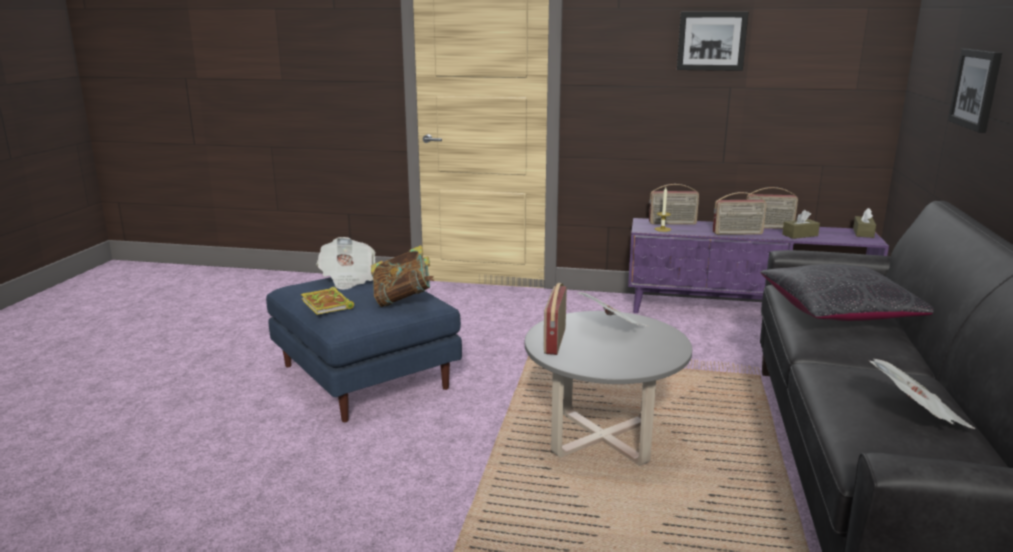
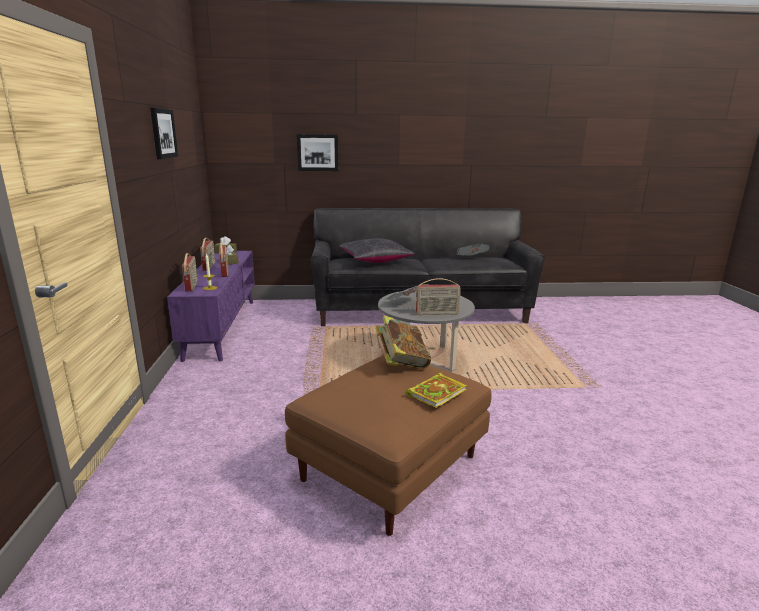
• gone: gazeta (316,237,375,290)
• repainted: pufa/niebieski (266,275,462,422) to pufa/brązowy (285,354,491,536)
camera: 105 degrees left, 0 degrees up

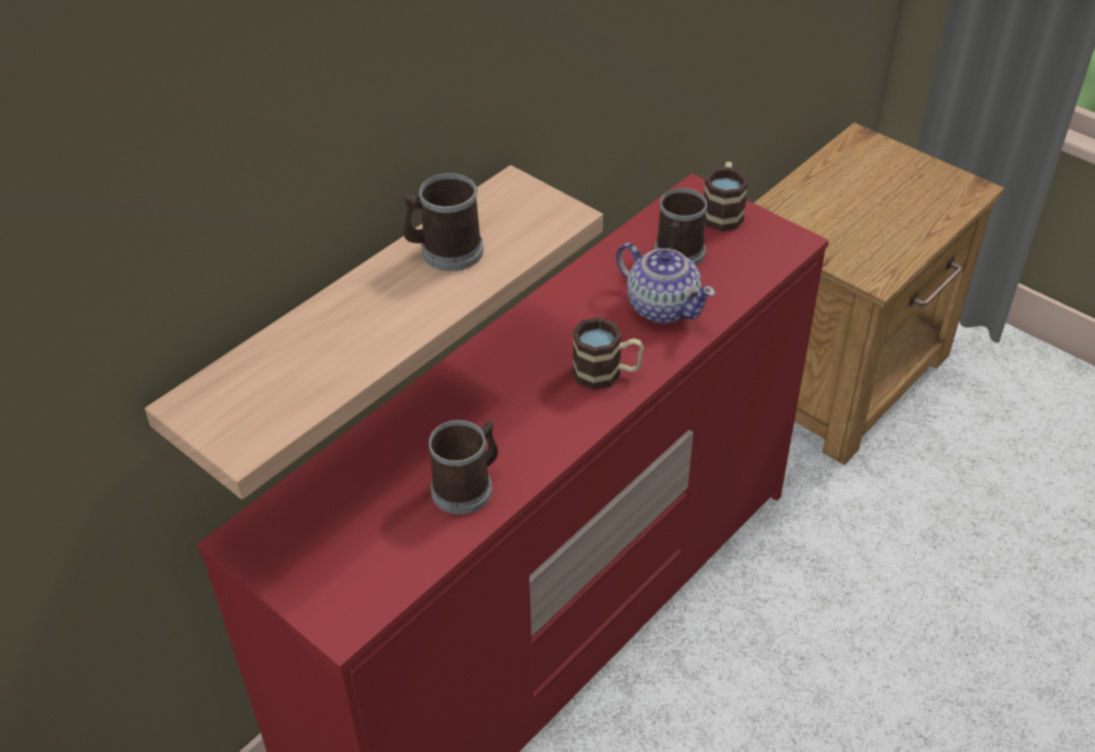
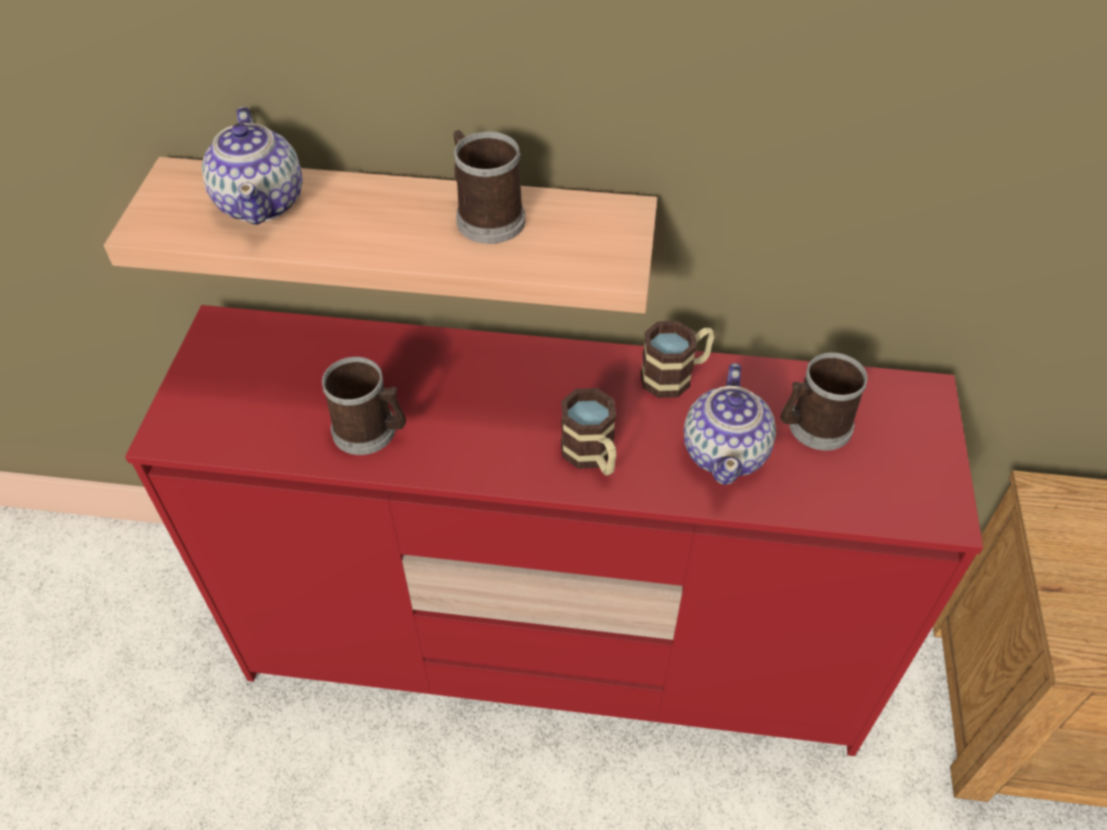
• new: imbryk (202,107,303,225)
• shifted: kubek (704,161,748,232) to (640,321,715,398)
camera: 55 degrees right, 5 degrees up

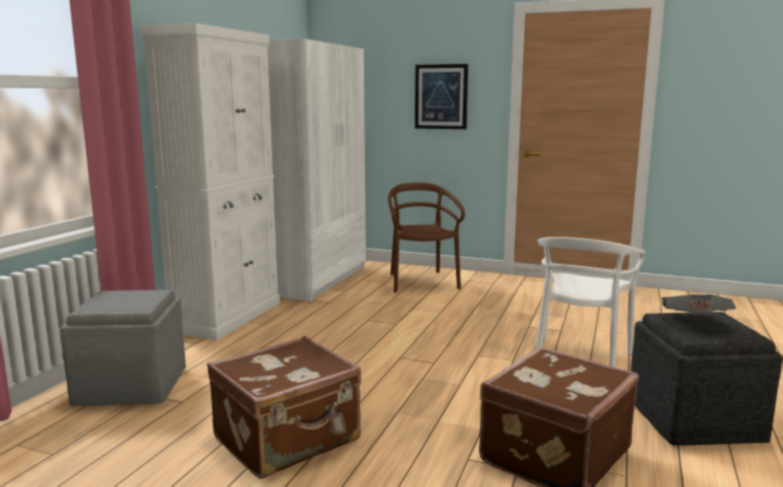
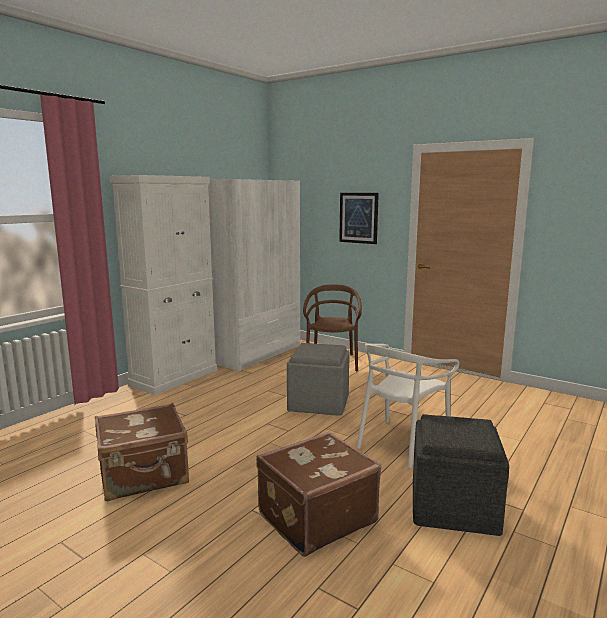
• gone: gazeta (661,295,736,313)
• shifted: pufa/szary (60,290,186,406) to (287,343,350,416)
camera: 15 degrees right, 0 degrees up

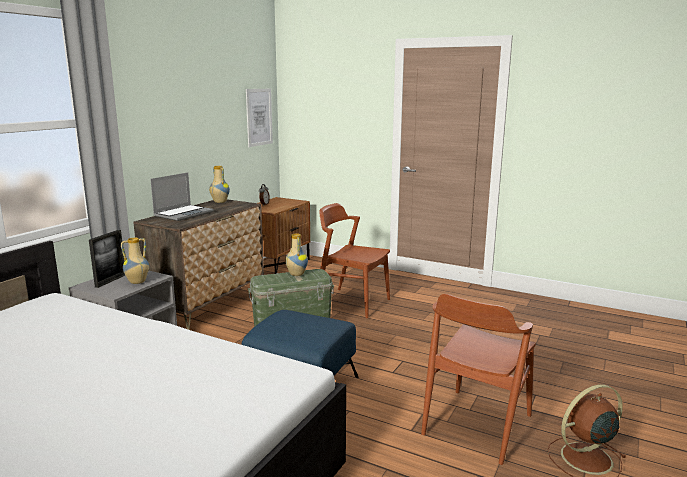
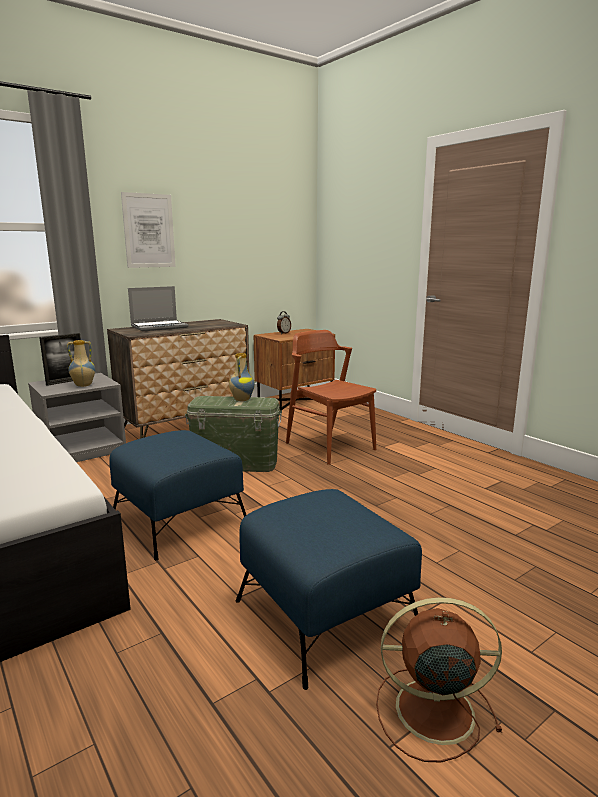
• gone: wazon (209,166,230,203)
• shifted: obraz (246,89,273,147) to (121,192,176,268)
• swapped: krzesło/brązowy (421,294,536,465) to pufa/niebieski (236,489,422,690)
camera: 25 degrees right, 0 degrees up

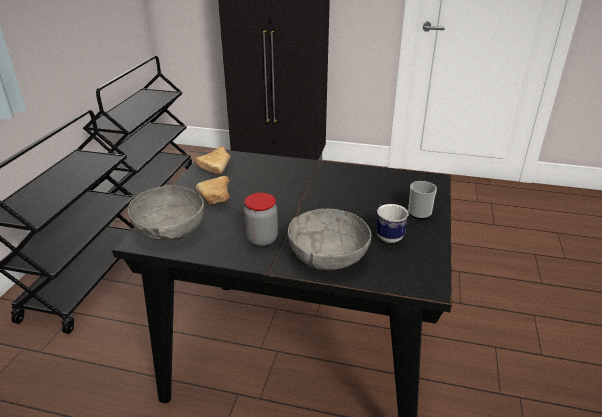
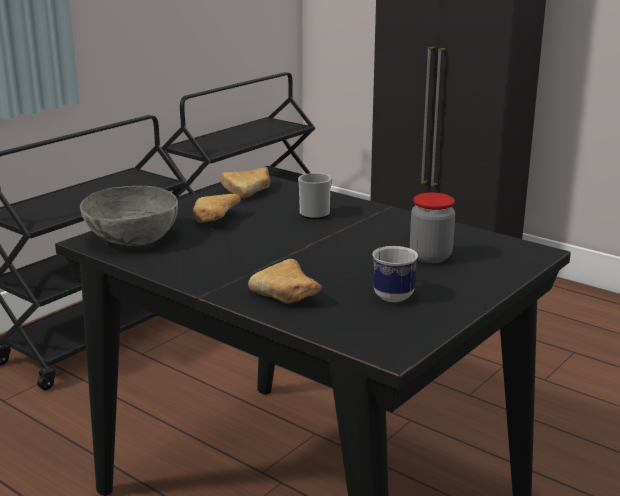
• shifted: słoik (244,193,278,246) to (410,193,455,263)
• shifted: kubek (408,181,437,219) to (298,173,332,219)
• swapped: miska/szary (288,209,371,270) to chleb (248,259,322,304)
camera: 25 degrees right, 10 degrees down

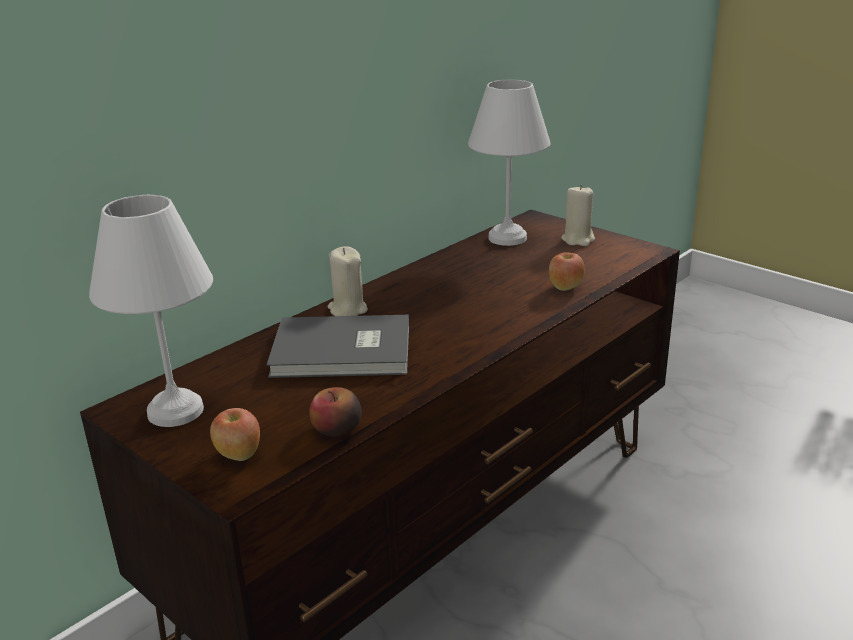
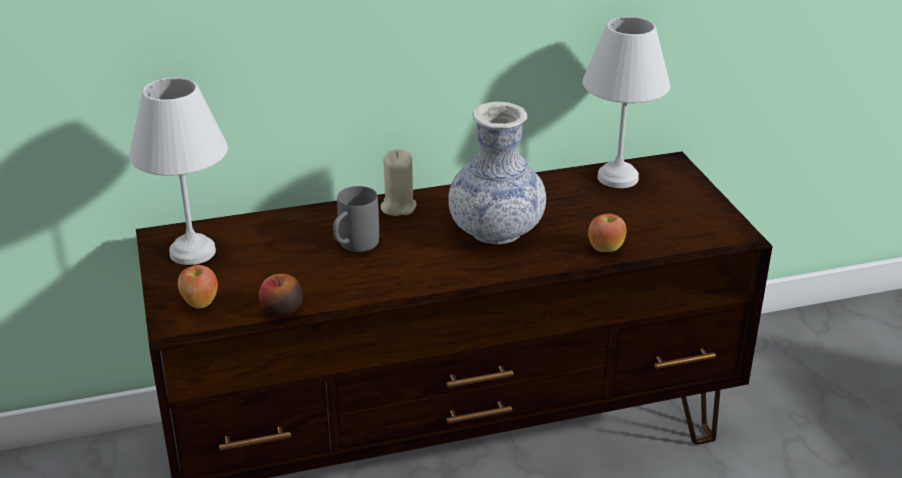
• gone: świeca/beżowy (561,185,595,246)
• new: wazon (448,102,546,244)
• swapped: książka/szary (267,315,409,378) to kubek/szary (333,186,379,252)
camera: 30 degrees right, 5 degrees up

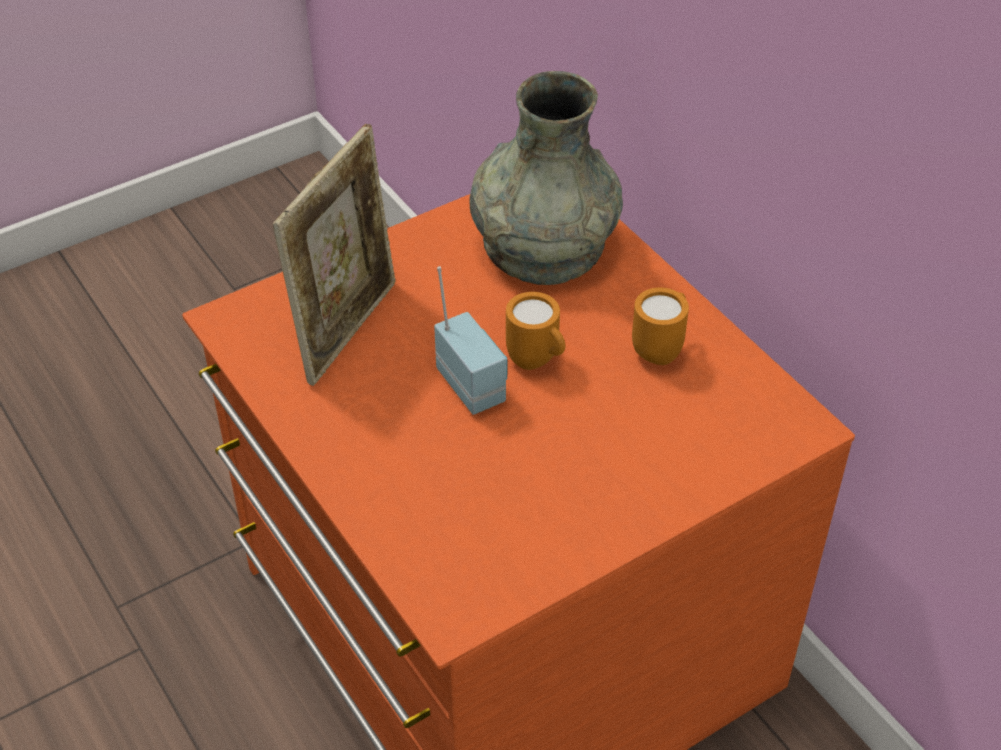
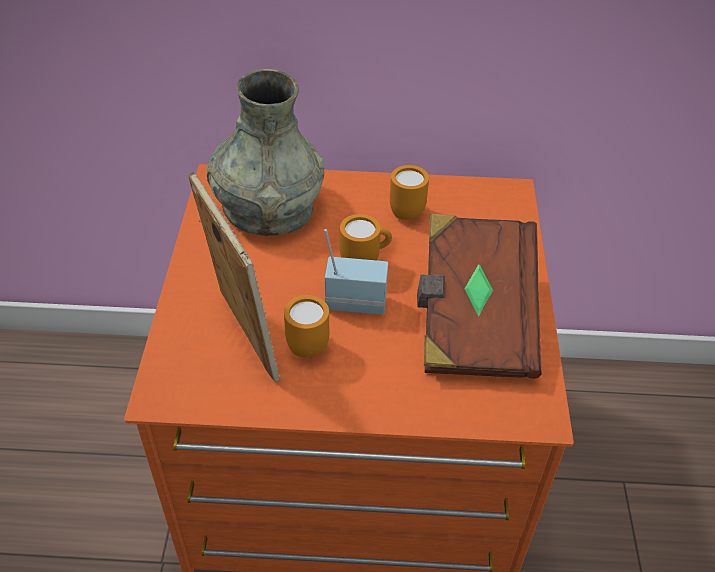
• new: kubek/pomarańczowy (284,295,329,357)
• new: książka/brązowy (417,214,542,379)
camera: 55 degrees left, 0 degrees up

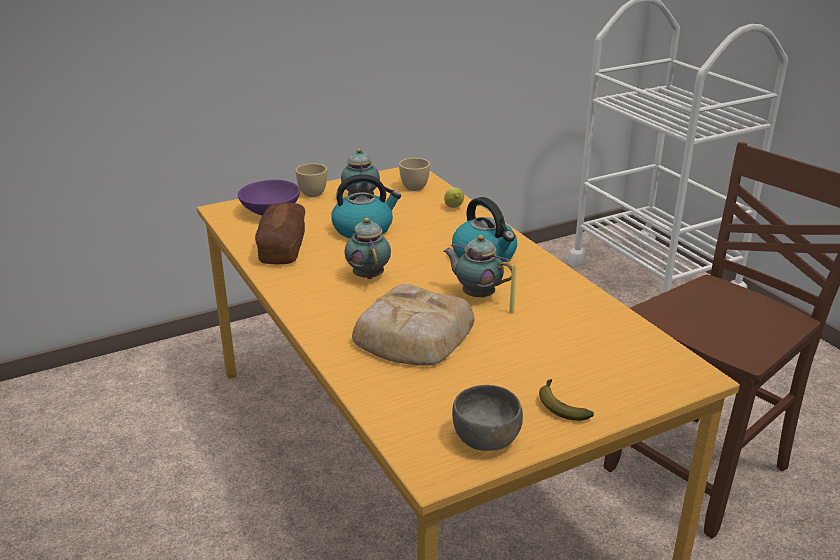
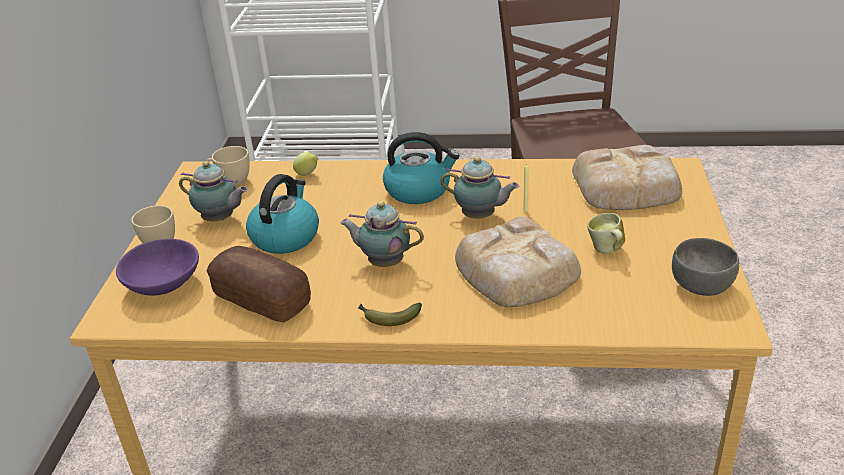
• new: chleb (572,145,682,210)
• new: kubek (587,213,625,254)
• shifted: banan (539,379,594,421) to (358,302,422,326)
• rotated: imbryk (443,235,512,298) = (441,156,519,219) 135 degrees counterclockwise
camera: 55 degrees left, 5 degrees up

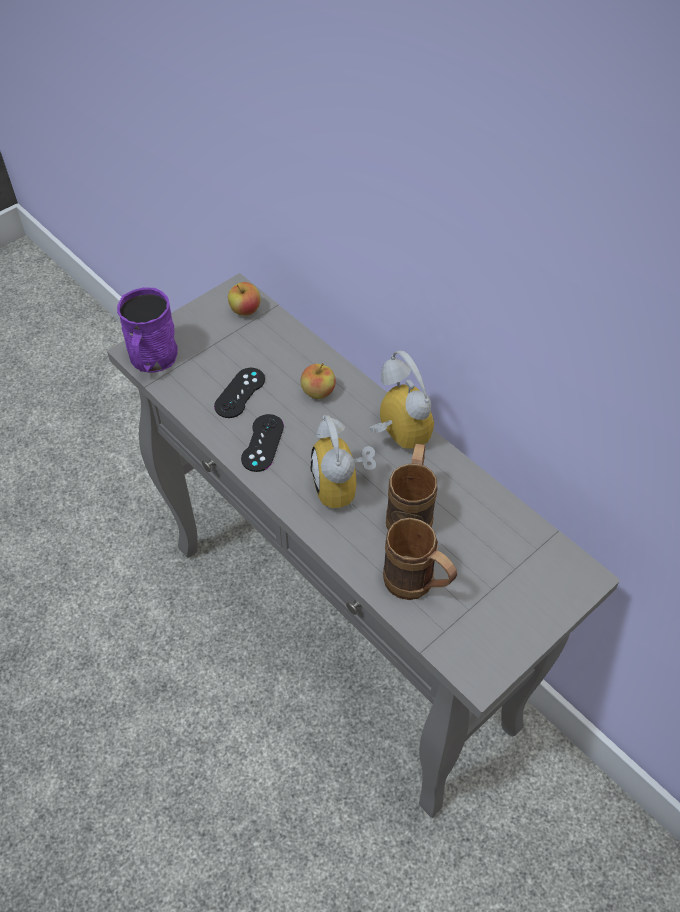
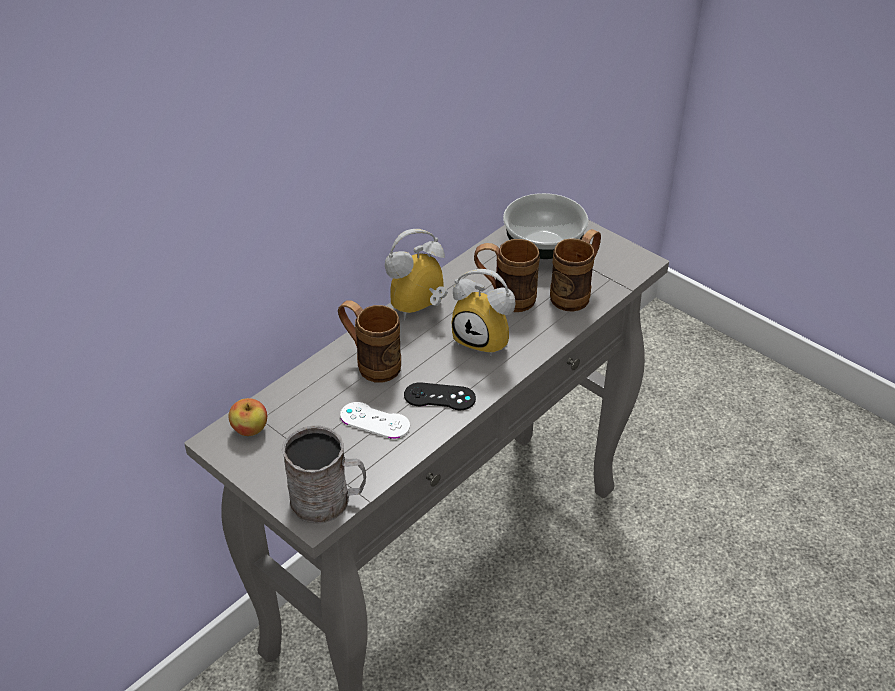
• new: miska (503,193,589,259)
• swapped: jabłko (301,363,336,399) to kubek/brązowy (338,300,401,383)
• repainted: kubek/fioletowy (117,287,178,372) to kubek/szary (282,425,366,524)
• repainted: pad do gier/czarny (214,368,265,418) to pad do gier/biały (340,402,410,439)
• rotated: budzik (310,415,376,509) = (452,269,515,356) 45 degrees clockwise
camera: 95 degrees left, 10 degrees down

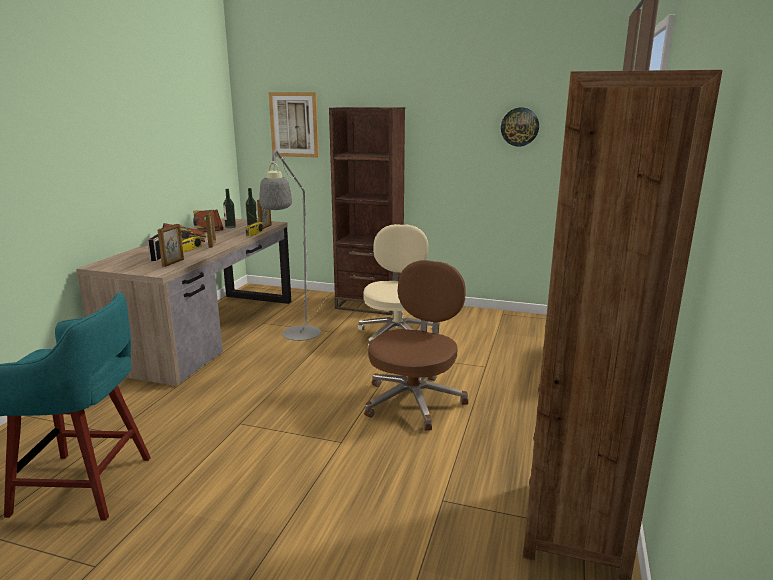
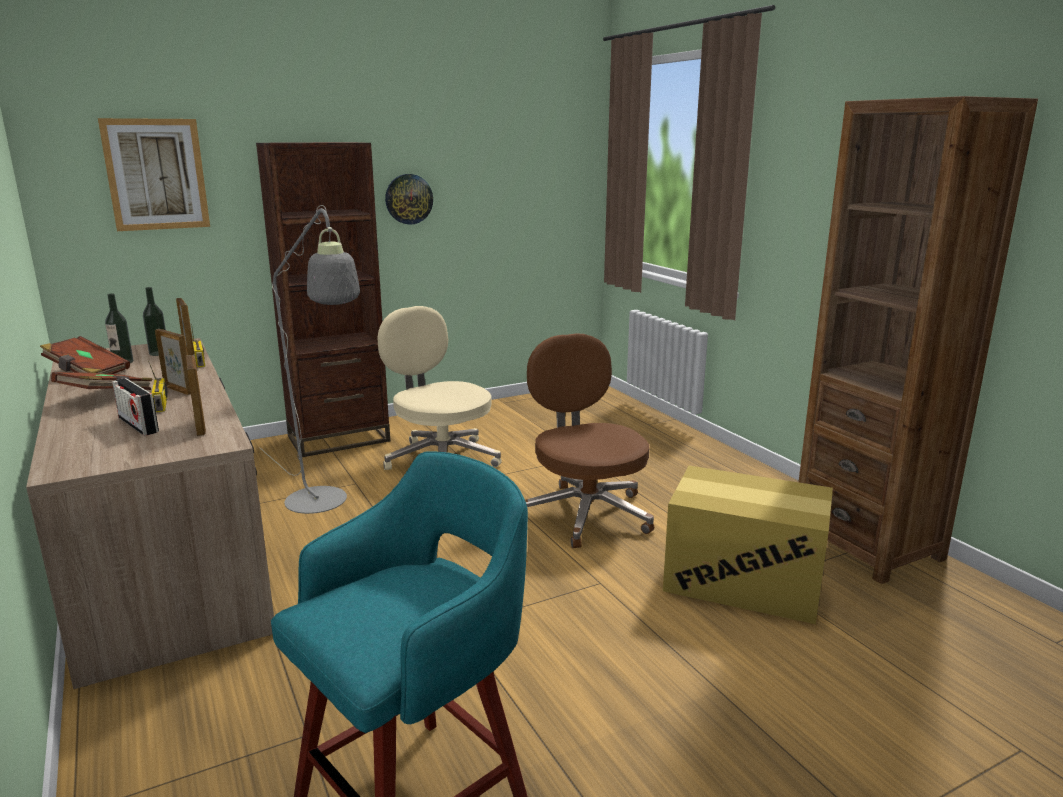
• new: karton (663,466,833,624)
• shifted: zegar ścienny (501,108,539,146) to (385,174,433,225)
camera: 45 degrees left, 0 degrees up

